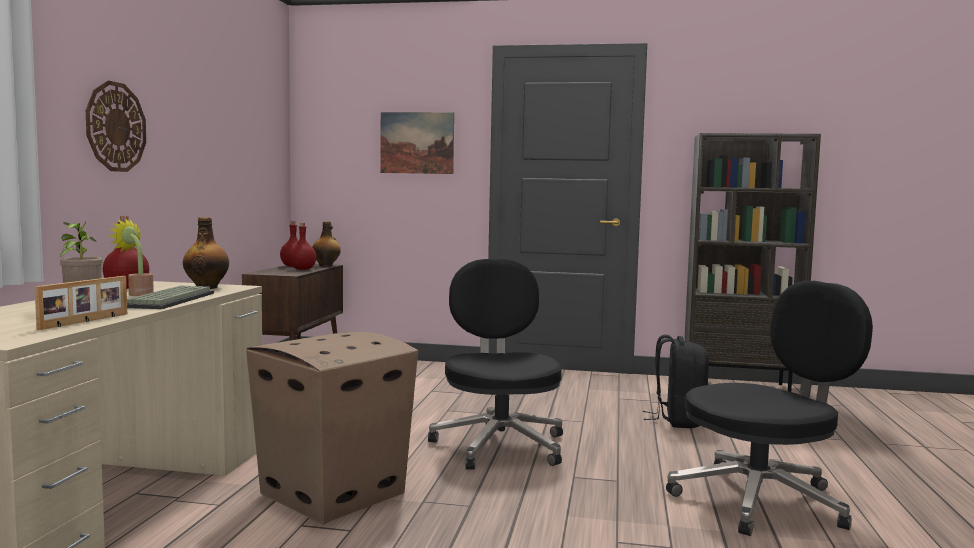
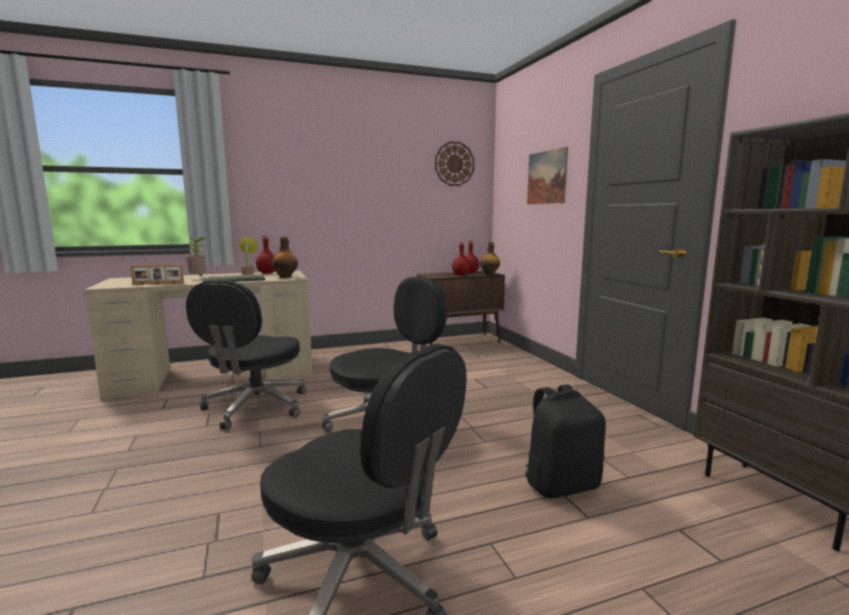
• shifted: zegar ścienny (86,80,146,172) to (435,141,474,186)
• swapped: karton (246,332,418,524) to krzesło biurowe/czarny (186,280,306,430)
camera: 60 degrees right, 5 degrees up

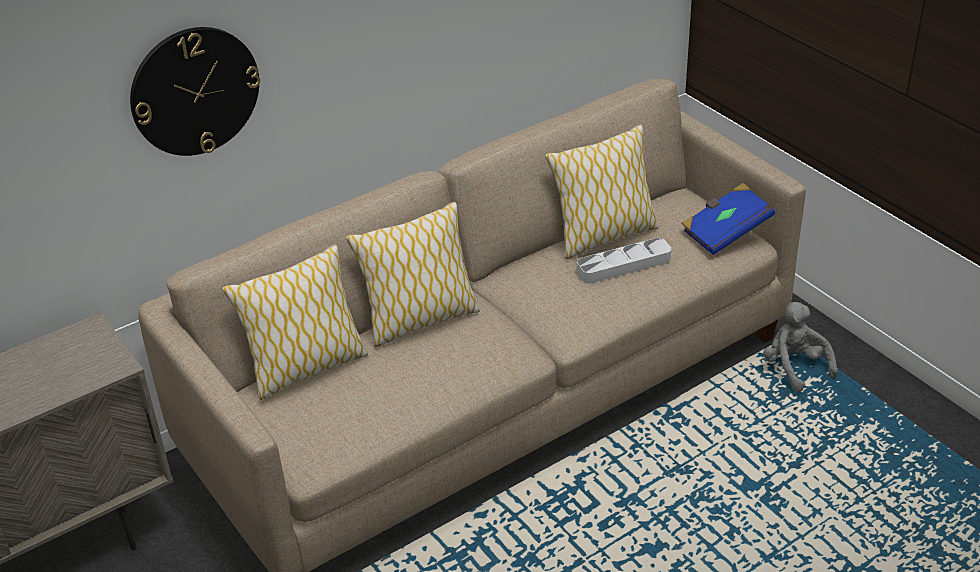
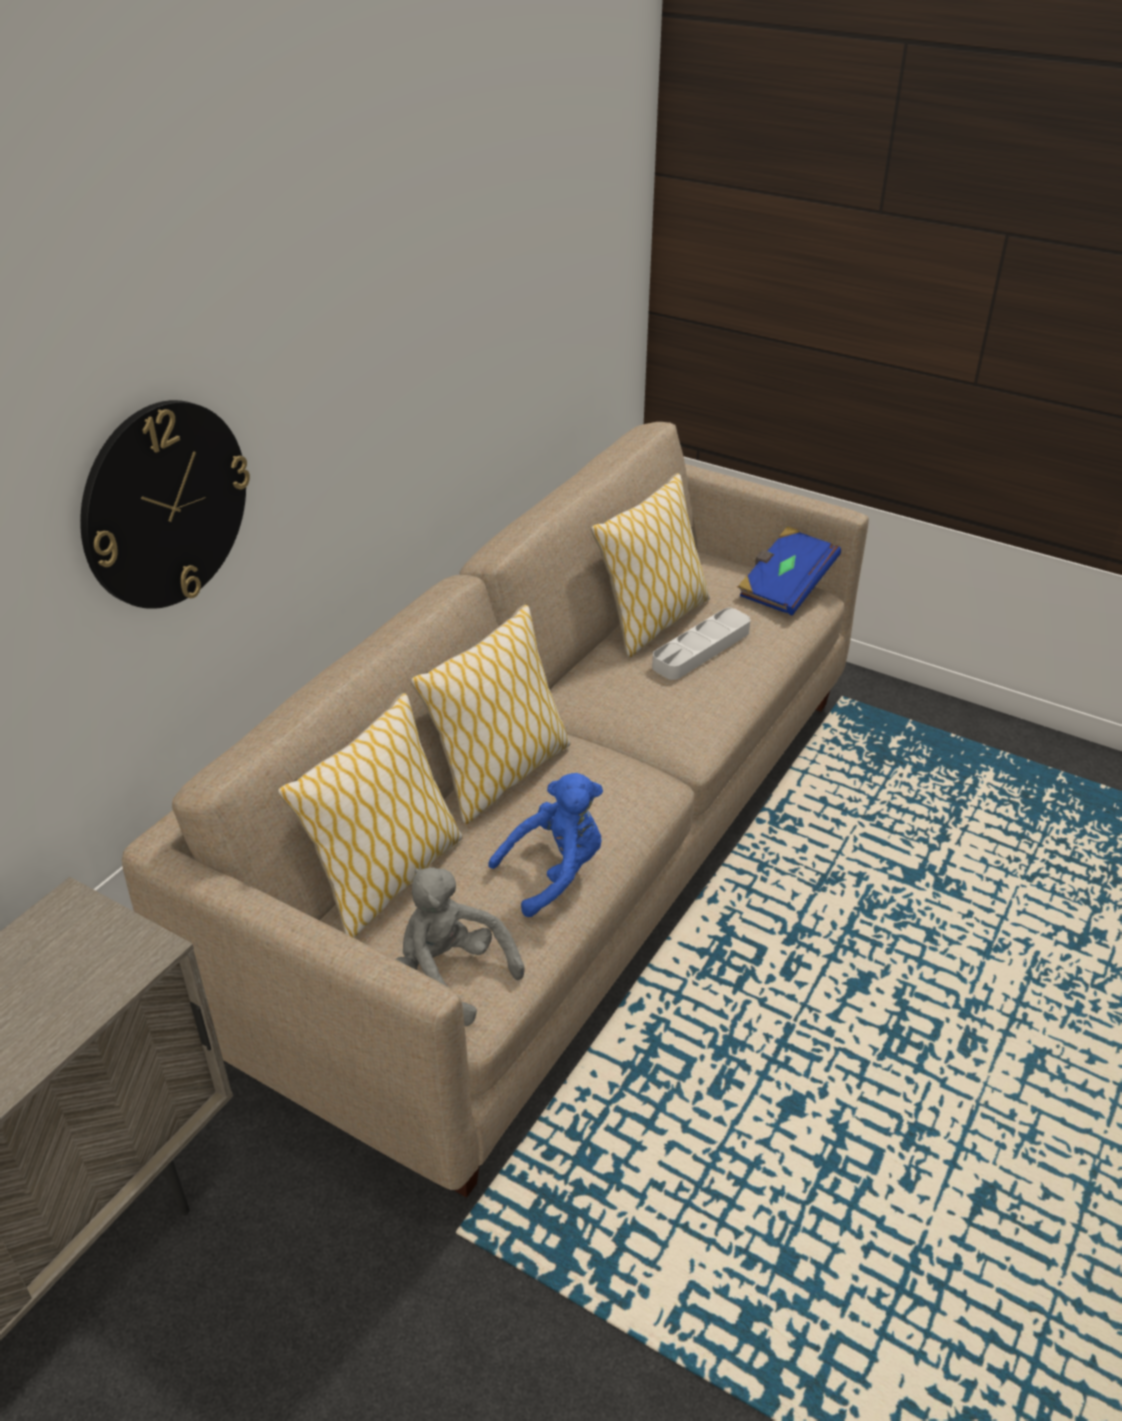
• new: pluszak/niebieski (488,773,603,917)
• shifted: pluszak/szary (763,302,838,392) to (396,867,525,1026)
camera: 25 degrees left, 0 degrees up

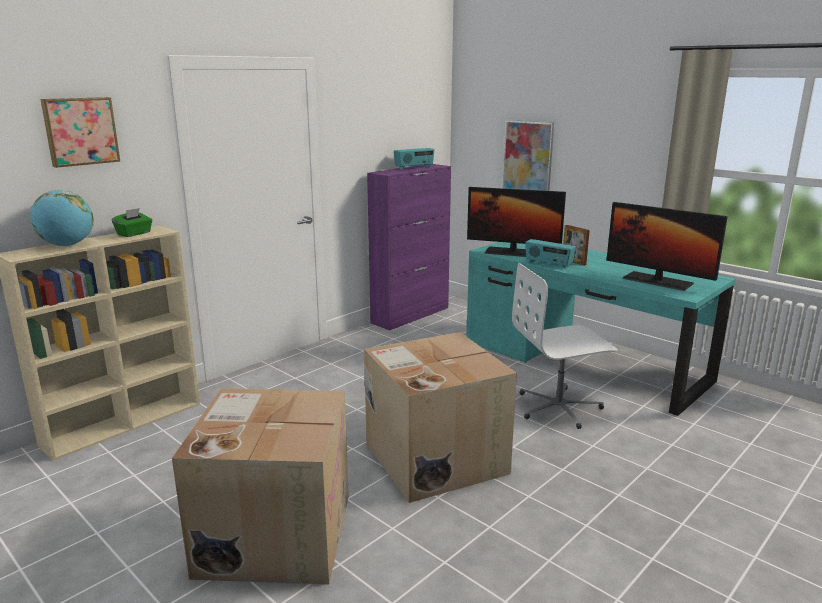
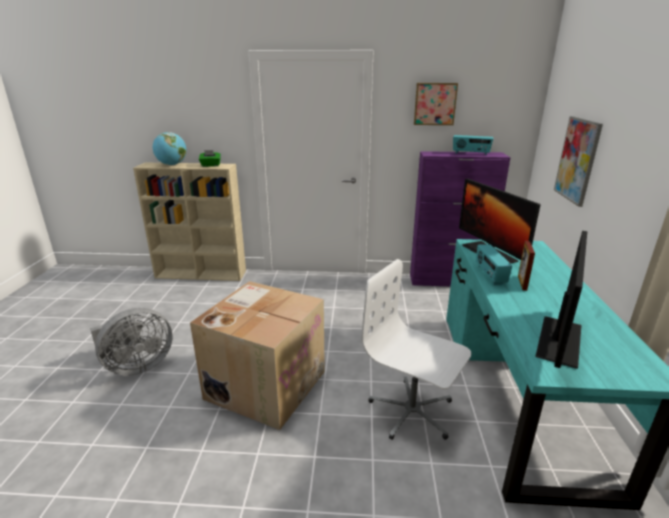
• shifted: obraz (40,97,120,168) to (414,83,458,125)
• swapped: karton (172,388,349,584) to wentylator/szary (90,308,173,376)
• rotated: monitor (607,202,728,291) = (535,231,587,369) 150 degrees counterclockwise
camera: 50 degrees right, 5 degrees up

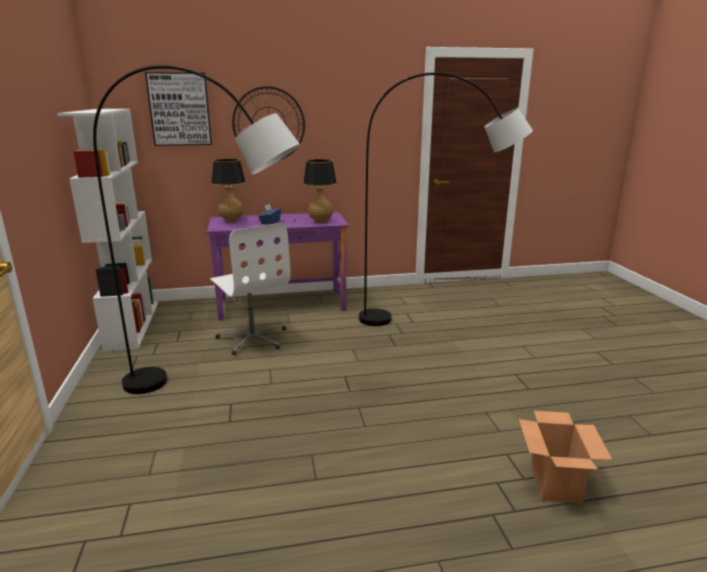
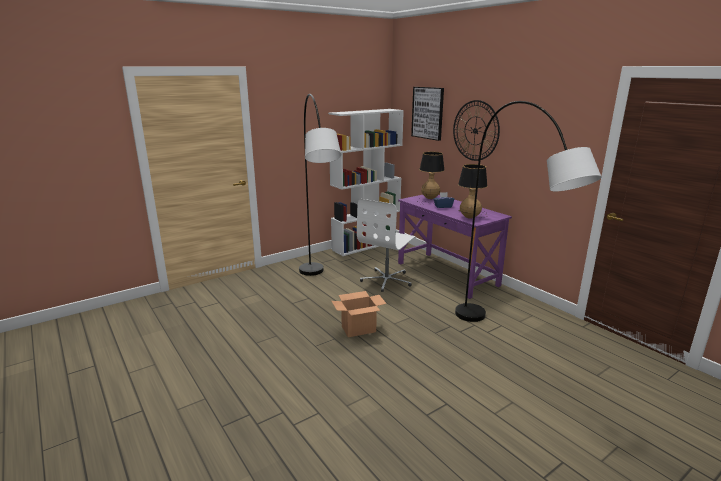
• shifted: karton (519,411,612,504) to (332,291,387,337)
camera: 65 degrees right, 0 degrees up

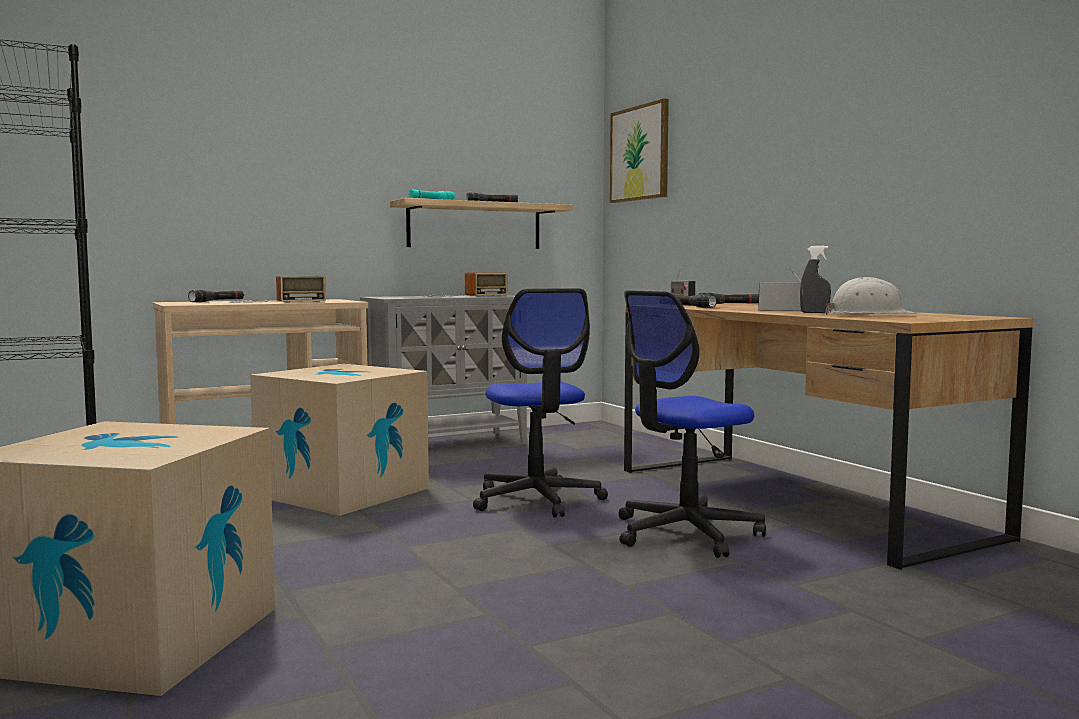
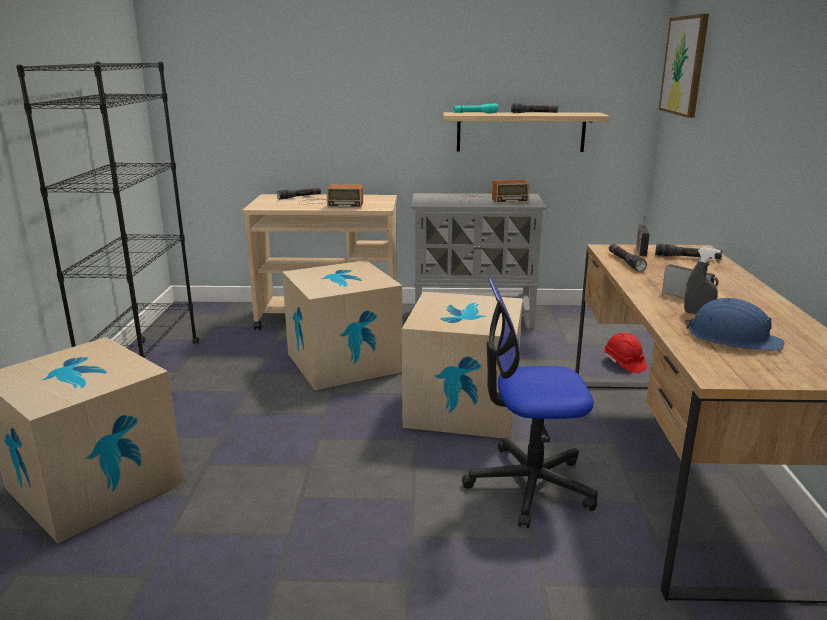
• new: kask/czerwony (604,333,647,373)
• swapped: krzesło biurowe (473,288,608,518) to karton (402,292,523,439)
• repainted: kask/biały (825,277,915,315) to kask/niebieski (684,298,784,352)
camera: 30 degrees right, 15 degrees up

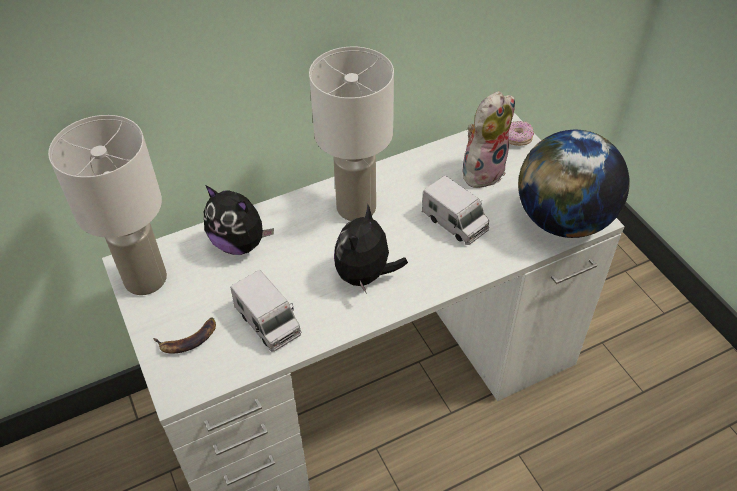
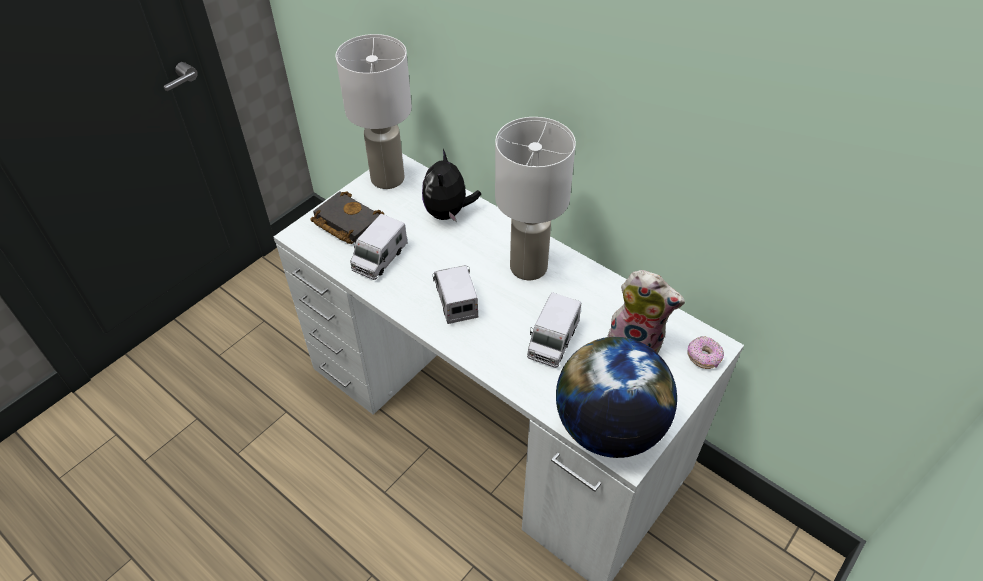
• swapped: banan (153,317,216,354) to książka/czarny (310,191,384,244)
• swapped: pluszak (334,204,408,294) to ciężarówka zabawkowa (433,265,478,324)
camera: 65 degrees right, 0 degrees up

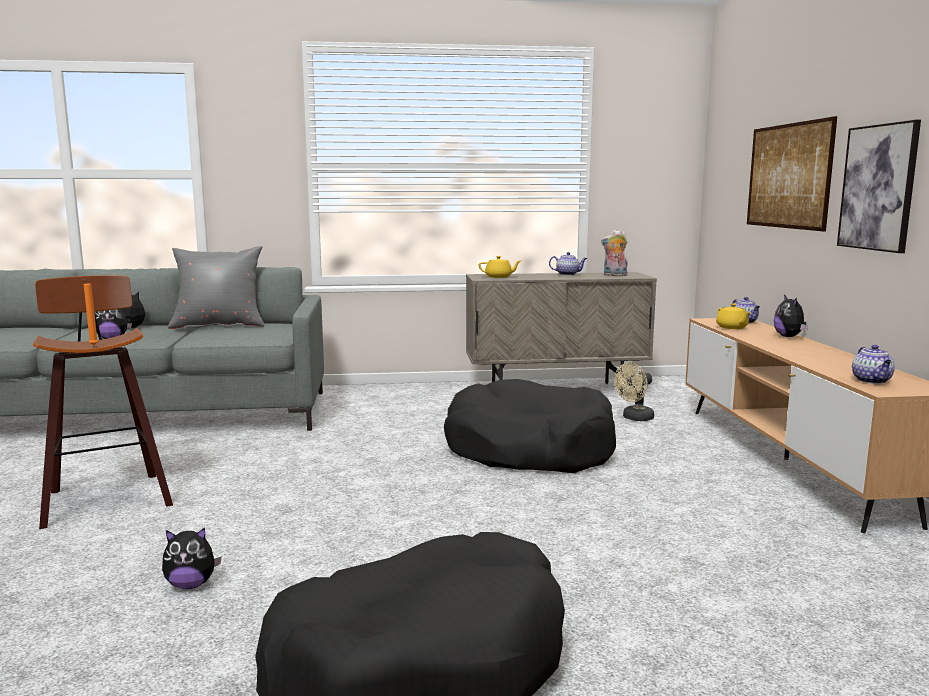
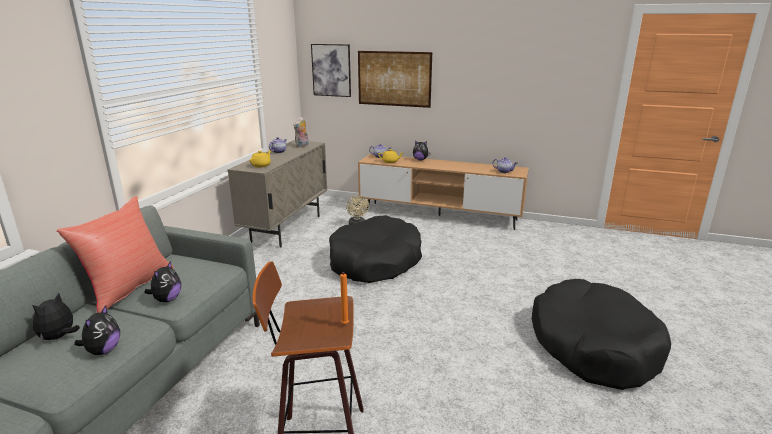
• shifted: pluszak (162,527,222,589) to (144,261,181,302)
• shifted: obraz (837,120,921,253) to (311,44,351,97)
• repainted: poduszka/szary (168,246,264,329) to poduszka/czerwony (56,196,174,313)
camera: 65 degrees left, 10 degrees up

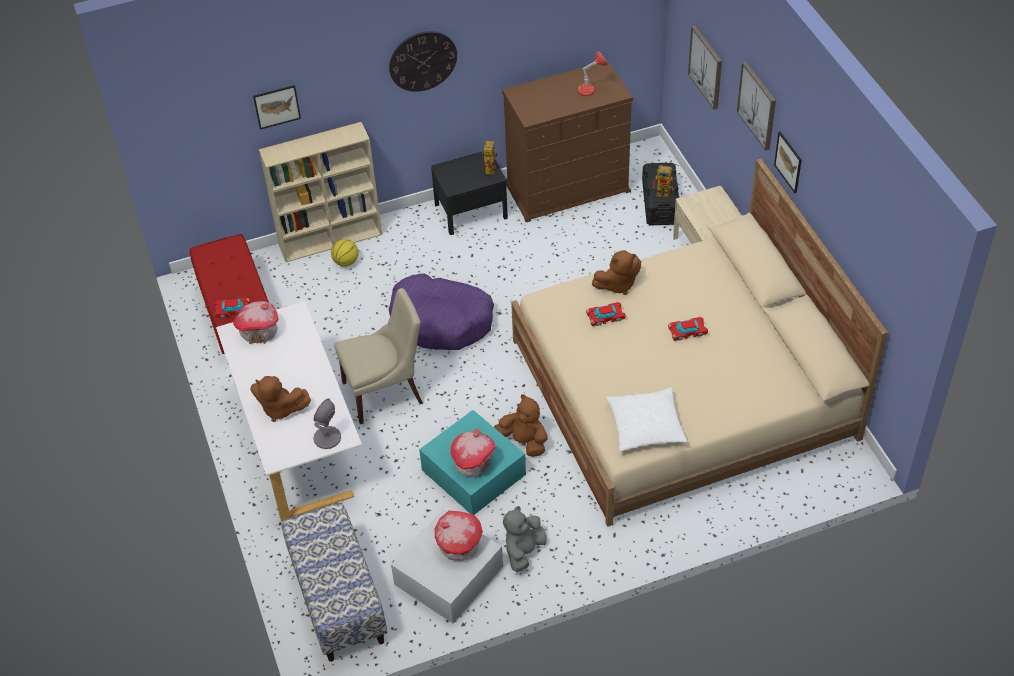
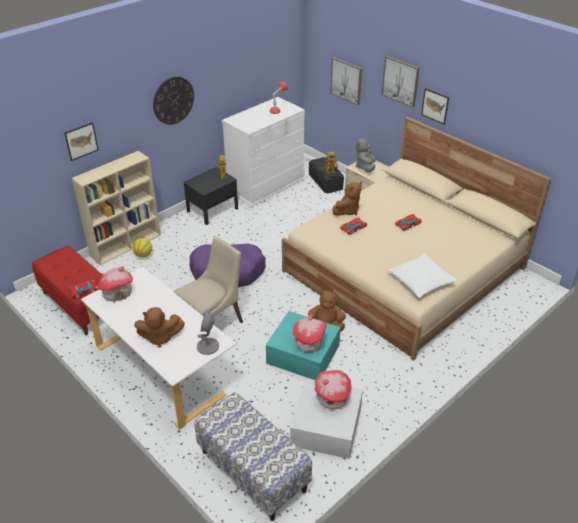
• shifted: pluszak/szary (503,506,547,572) to (356,136,376,172)
• repainted: komoda/brązowy (502,61,633,222) to komoda/biały (222,97,305,208)
camera: 25 degrees left, 10 degrees down

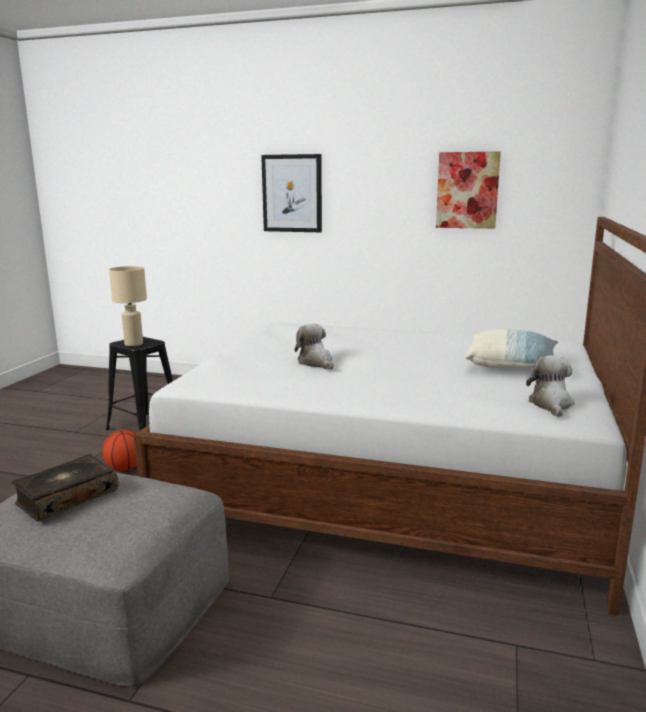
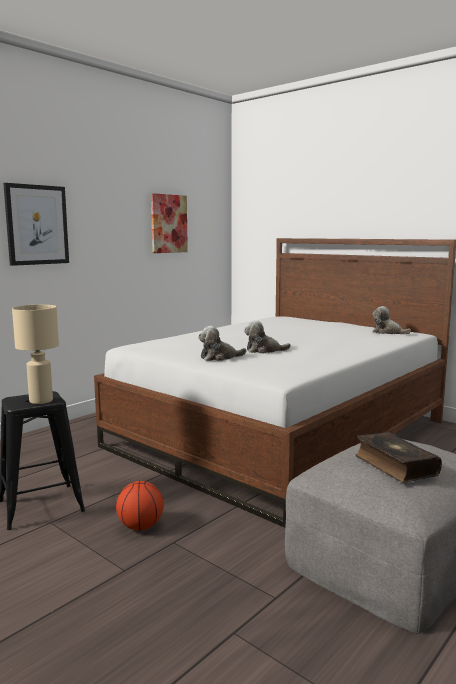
• gone: poduszka (465,329,558,369)
• new: pluszak (198,326,246,361)
camera: 65 degrees left, 5 degrees down

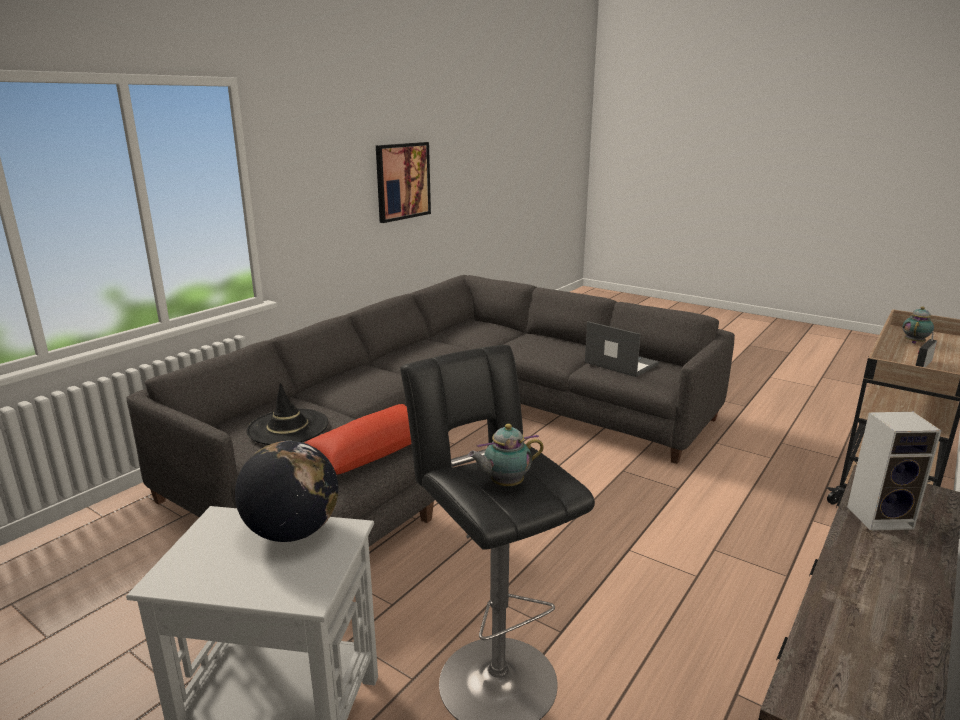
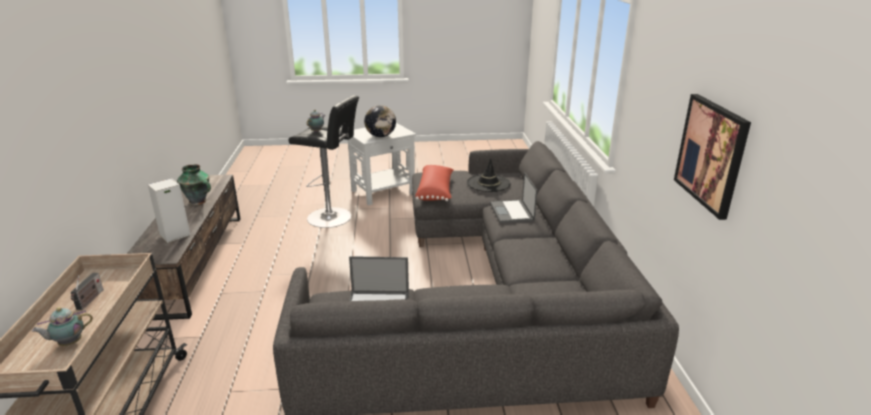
• new: wazon (177,164,211,205)
• new: laptop (490,172,537,223)
• rotated: imbryk (902,307,934,344) = (32,307,93,346) 60 degrees clockwise
camera: 140 degrees right, 5 degrees up

